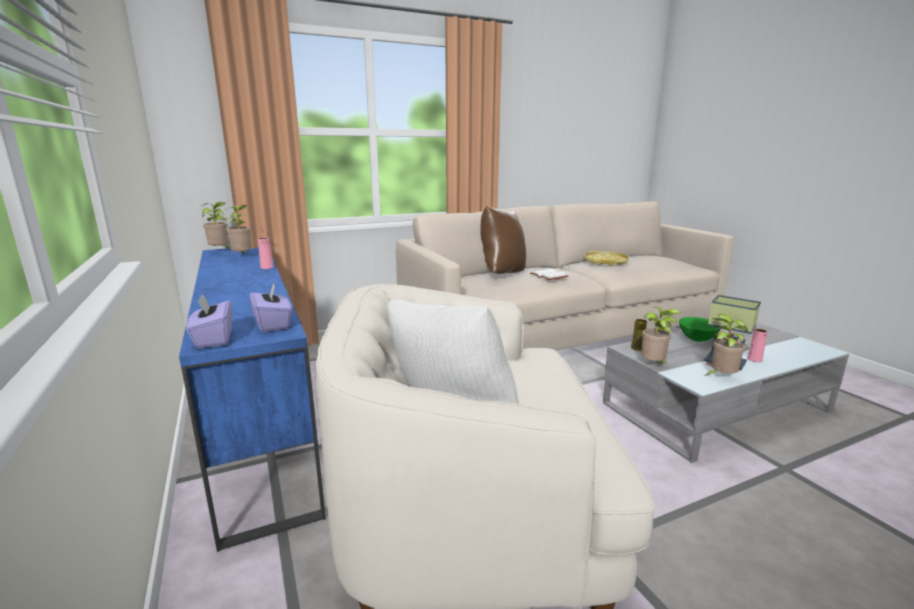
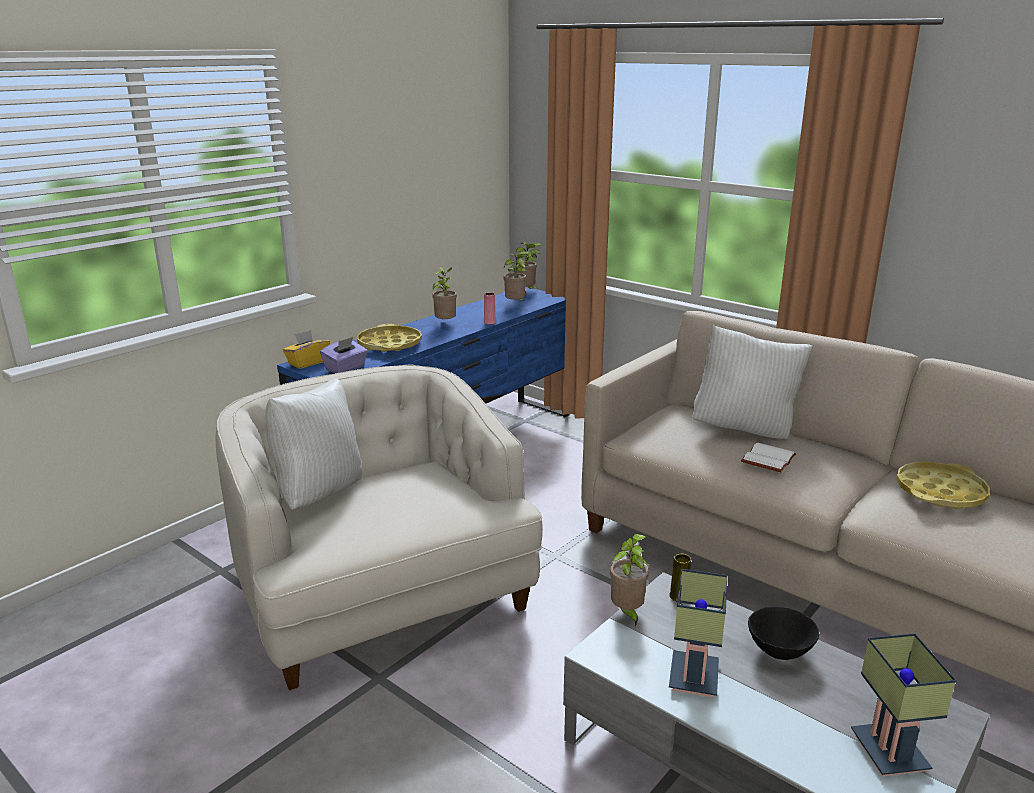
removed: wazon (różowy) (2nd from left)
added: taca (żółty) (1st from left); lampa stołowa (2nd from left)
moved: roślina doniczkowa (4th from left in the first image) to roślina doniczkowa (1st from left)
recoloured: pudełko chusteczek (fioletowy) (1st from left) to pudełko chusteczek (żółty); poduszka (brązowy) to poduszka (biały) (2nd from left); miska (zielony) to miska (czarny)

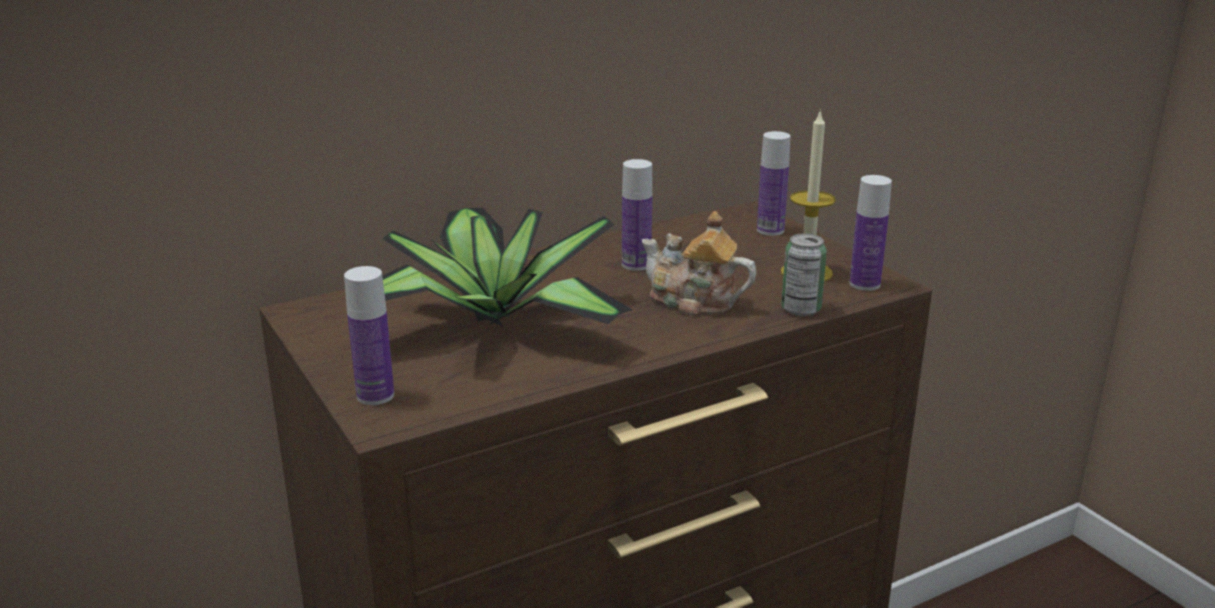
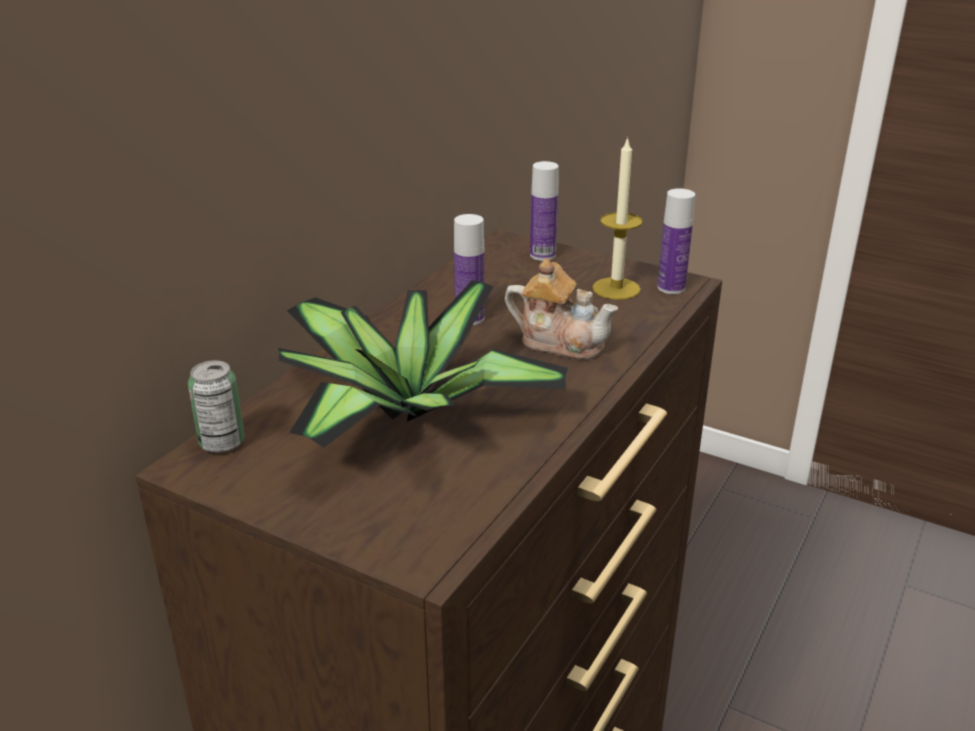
removed: butelka (1st from left)
moved: puszka
turned: imbryk 150 degrees counterclockwise

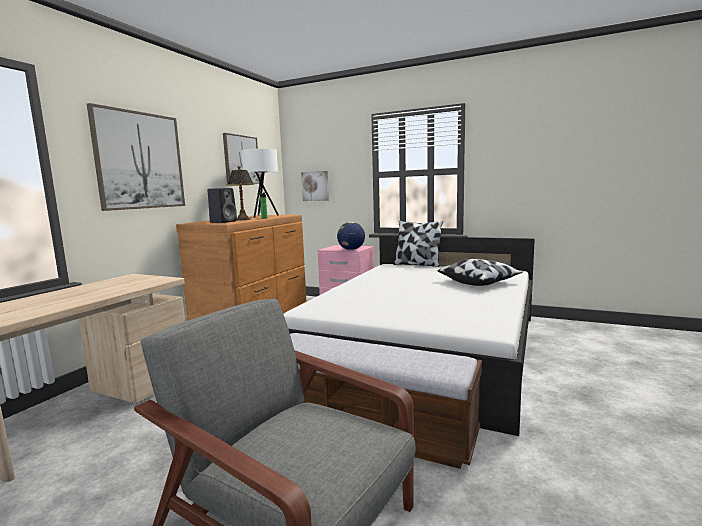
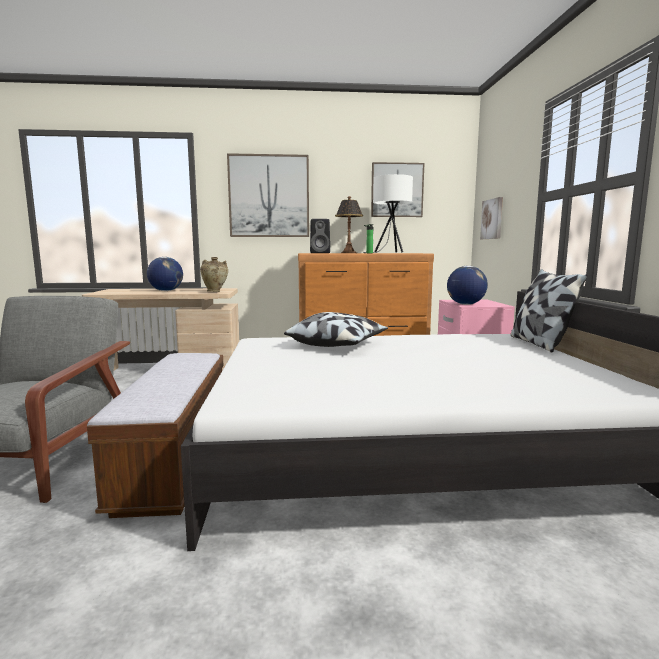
added: globus (1st from left); wazon (beżowy)
moved: poduszka (2nd from left in the first image) to poduszka (1st from left)

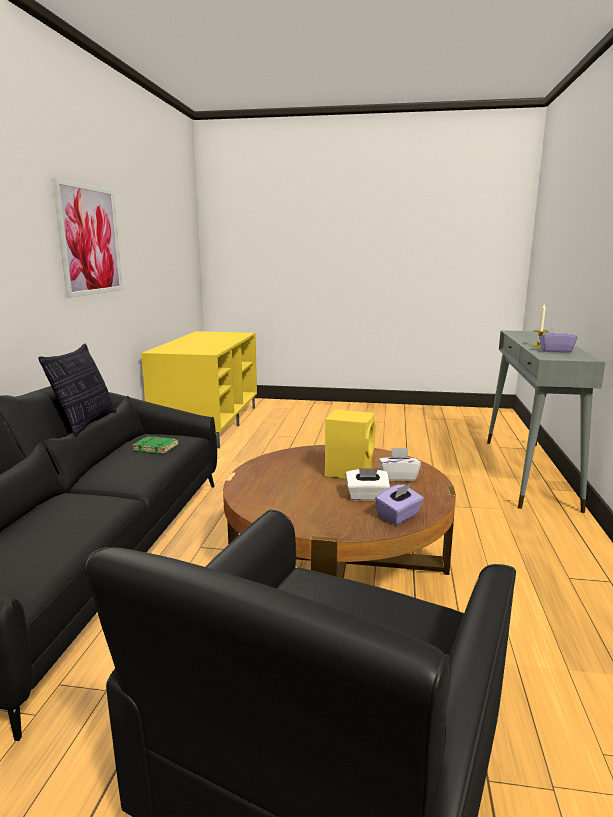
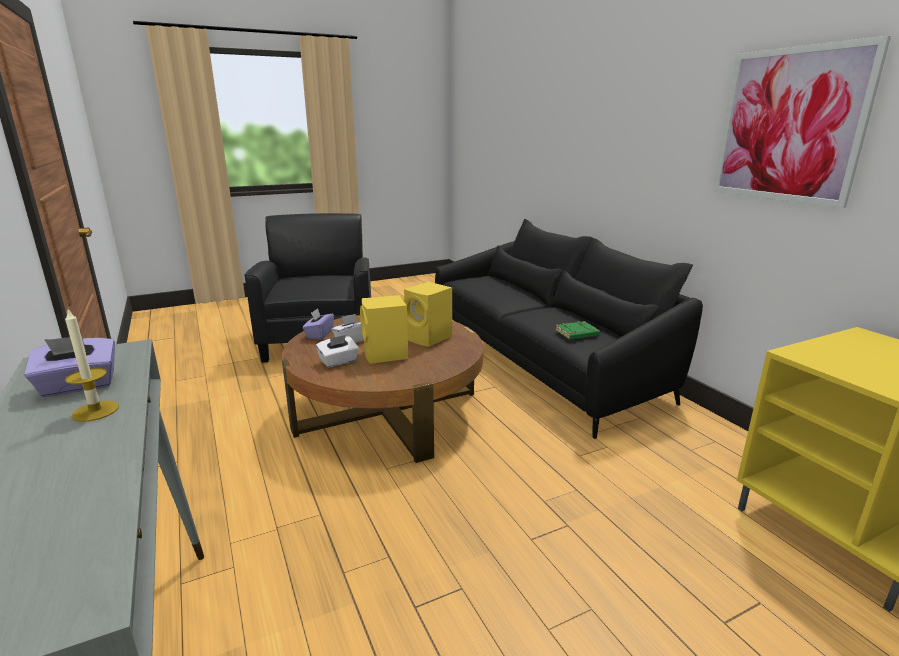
removed: poduszka
added: głośnik (żółty) (2nd from left)

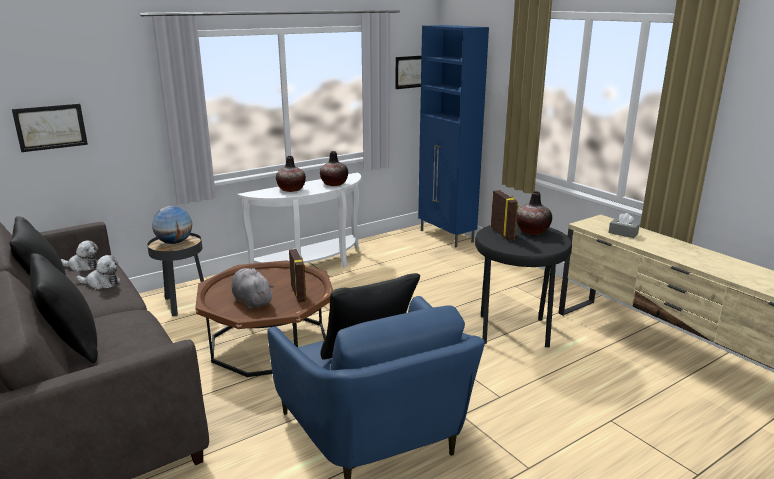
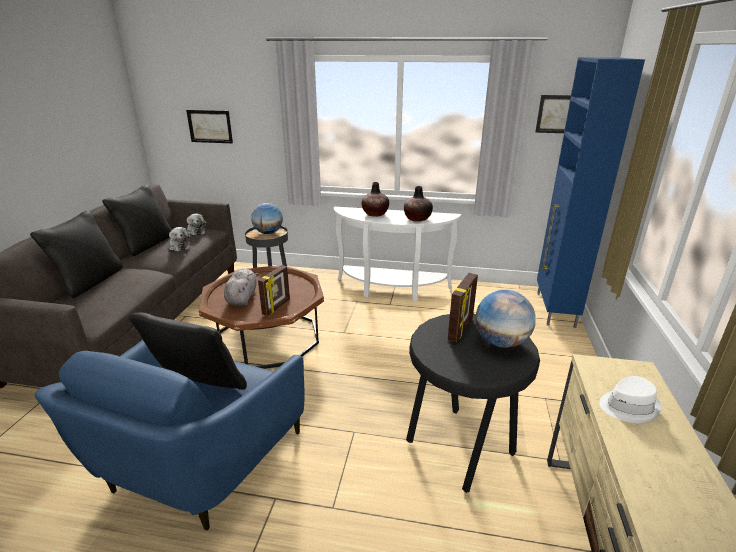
replaced: wazon (3rd from left) to globus (2nd from left); pudełko chusteczek (szary) to kapelusz (biały)

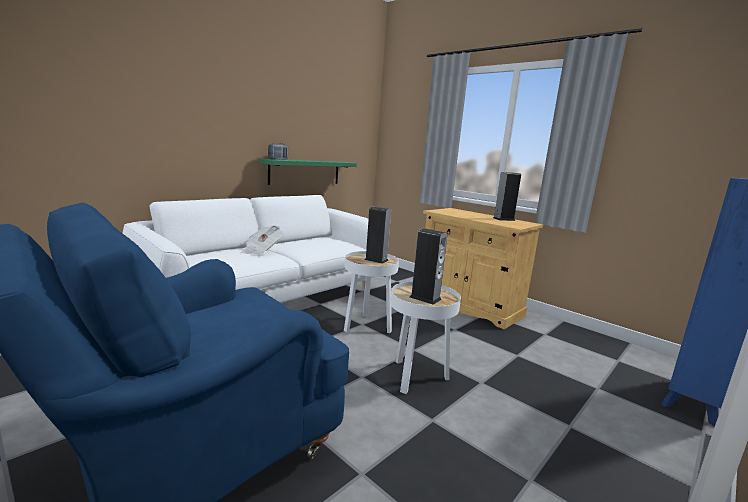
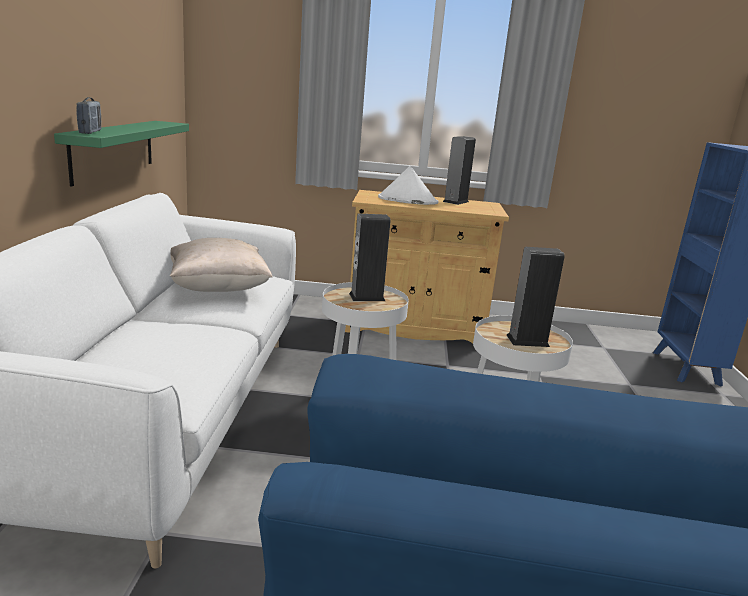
removed: gazeta
added: poduszka (beżowy); kapelusz (biały)

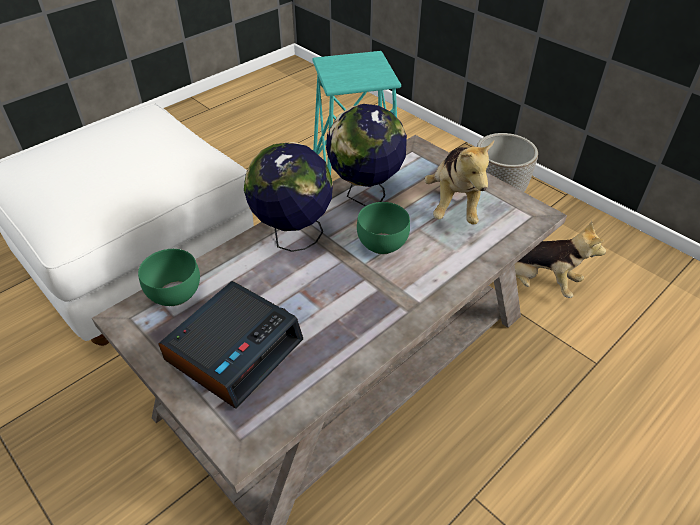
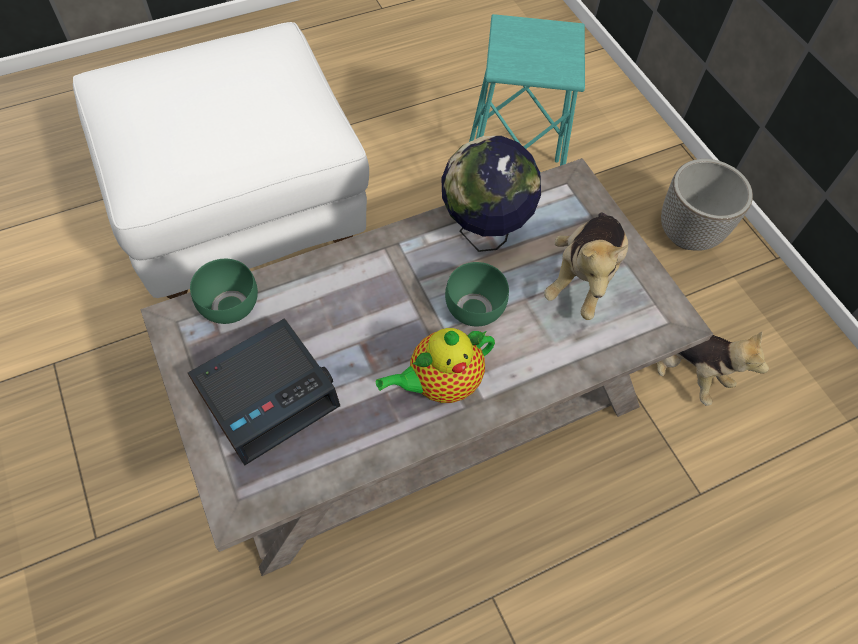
removed: globus (1st from left)
added: imbryk

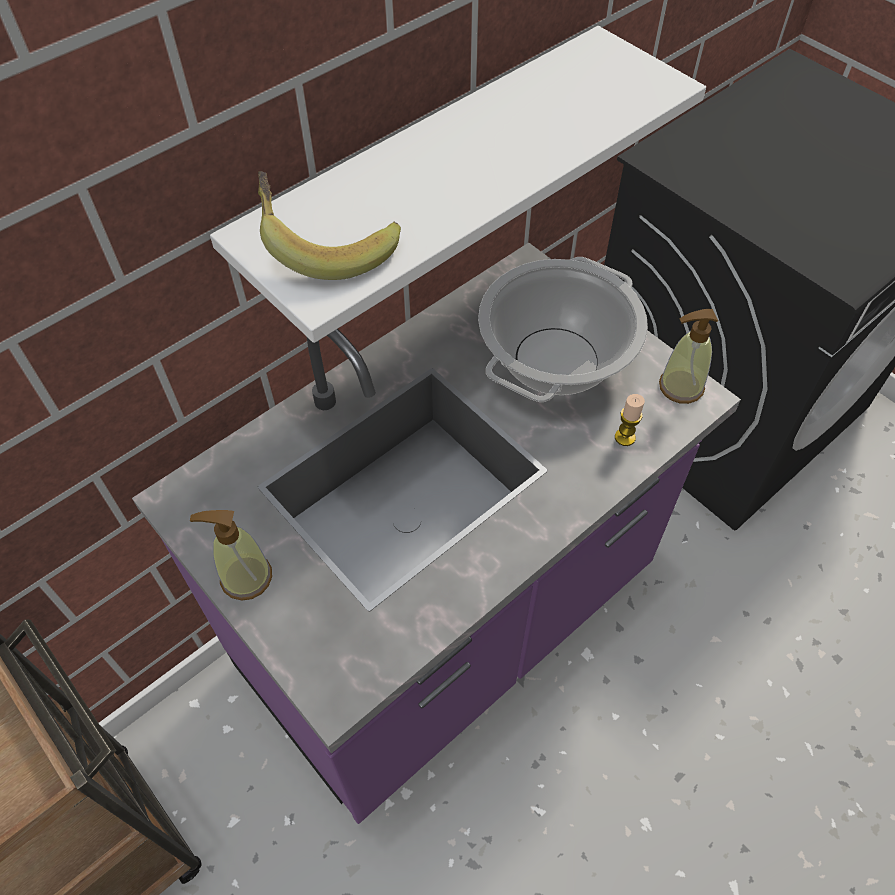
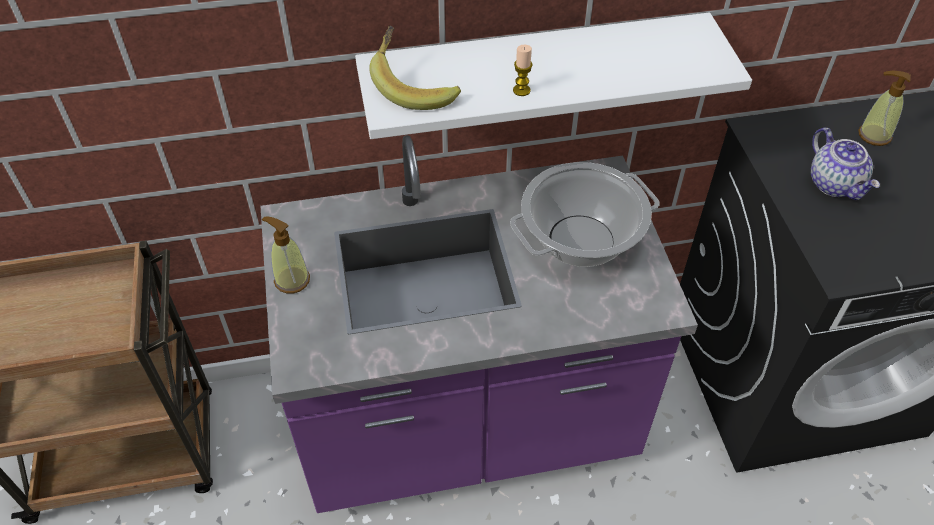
added: imbryk
moved: świeca; dozownik mydła (2nd from left)

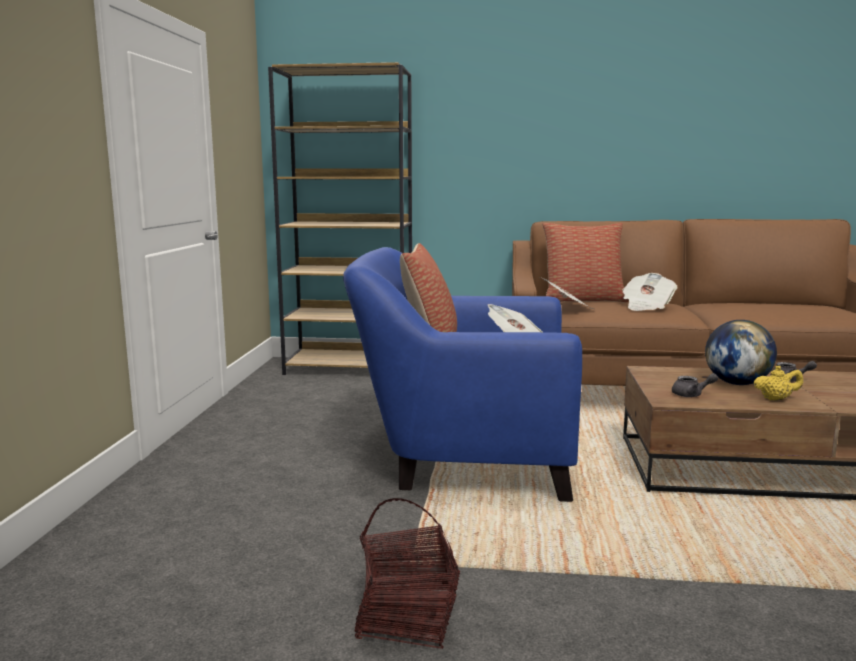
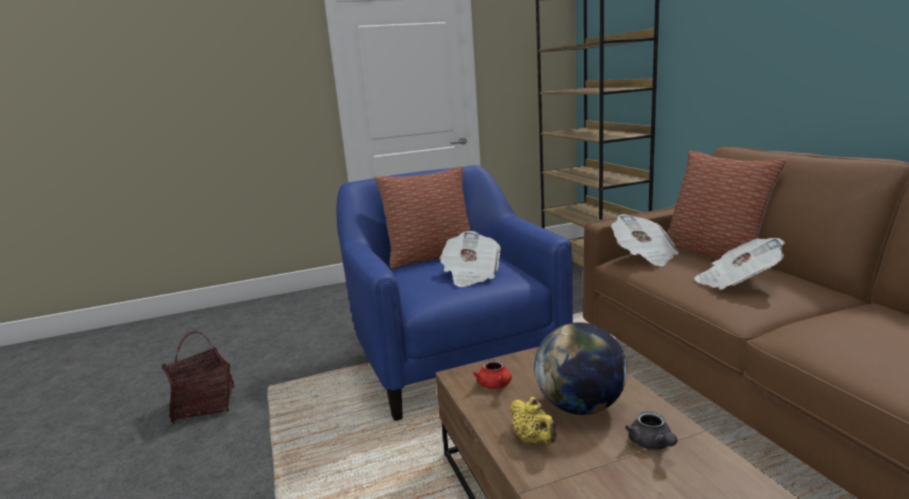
recoloured: imbryk (szary) (1st from left) to imbryk (czerwony)

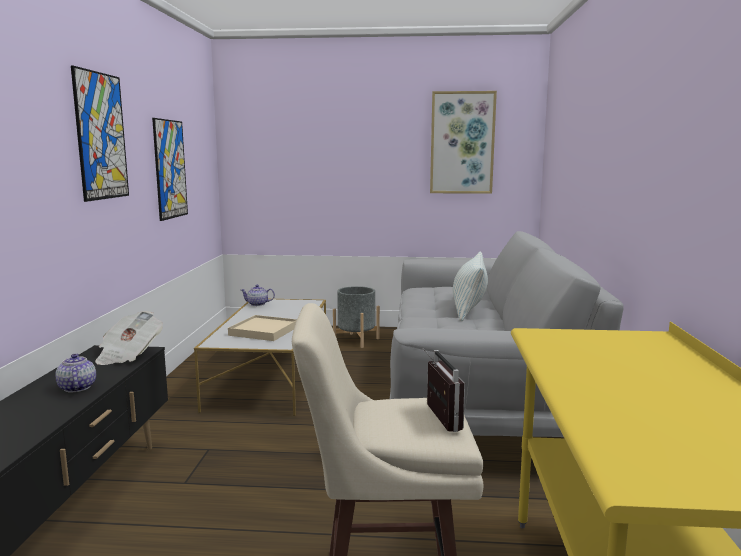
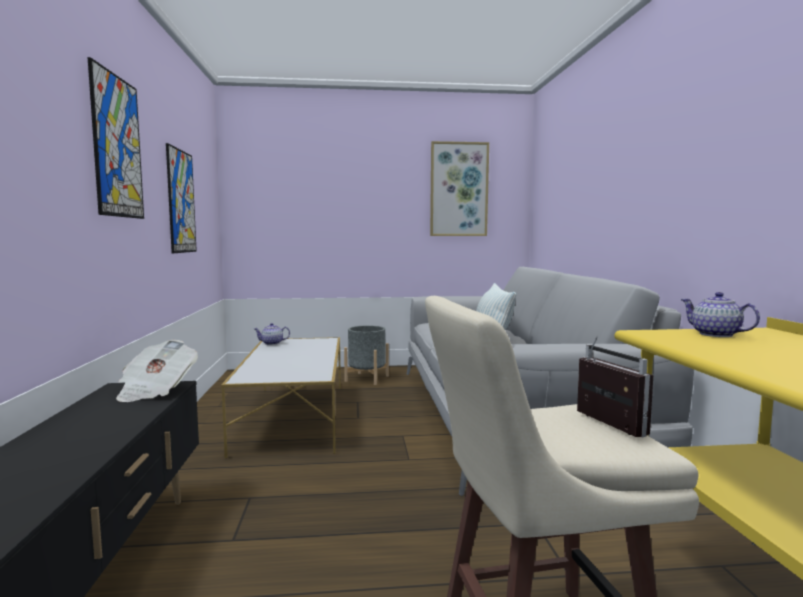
removed: taca (beżowy)
moved: imbryk (1st from left in the first image) to imbryk (2nd from left)

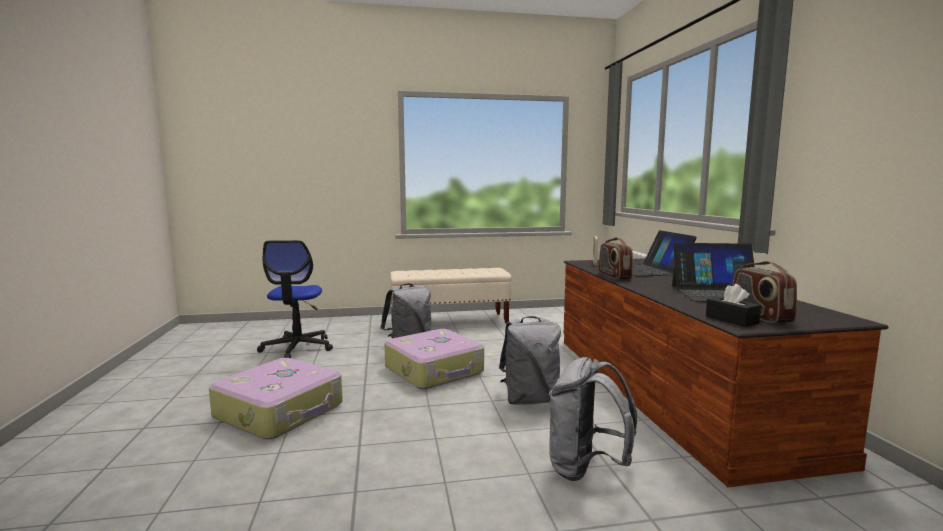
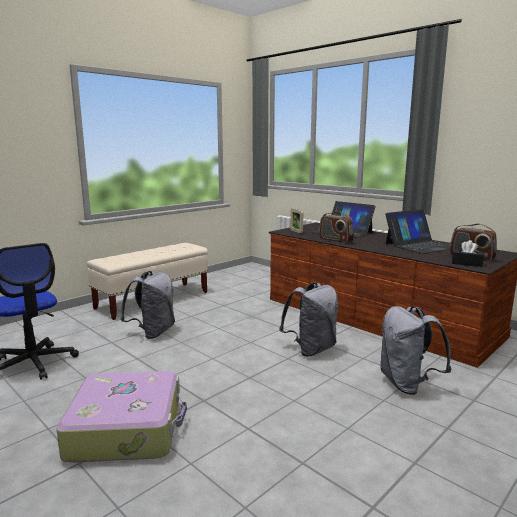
removed: walizka (2nd from left)

